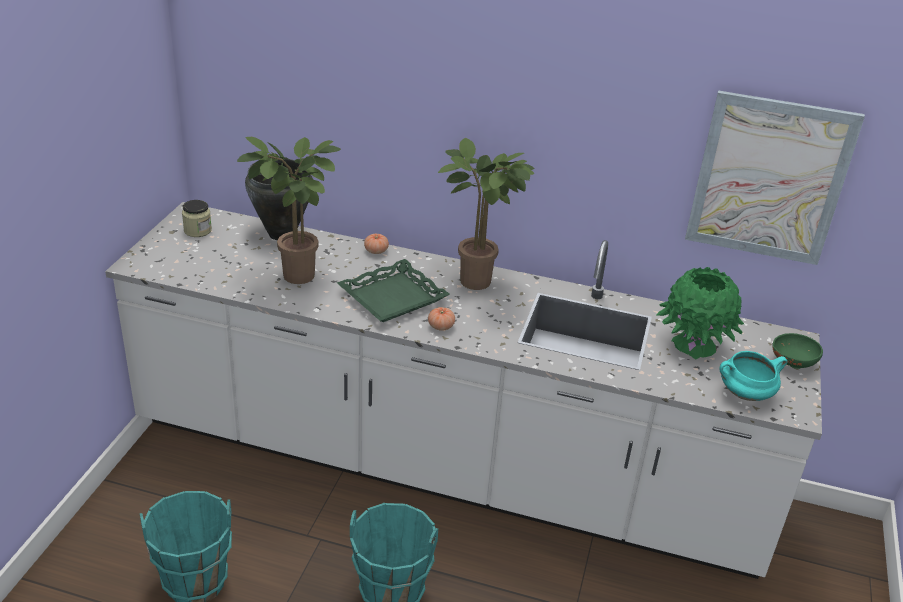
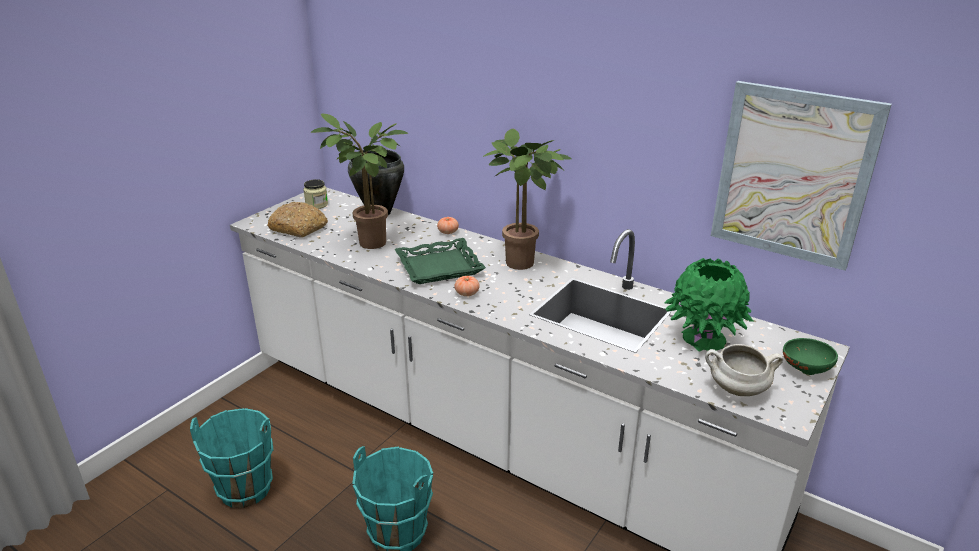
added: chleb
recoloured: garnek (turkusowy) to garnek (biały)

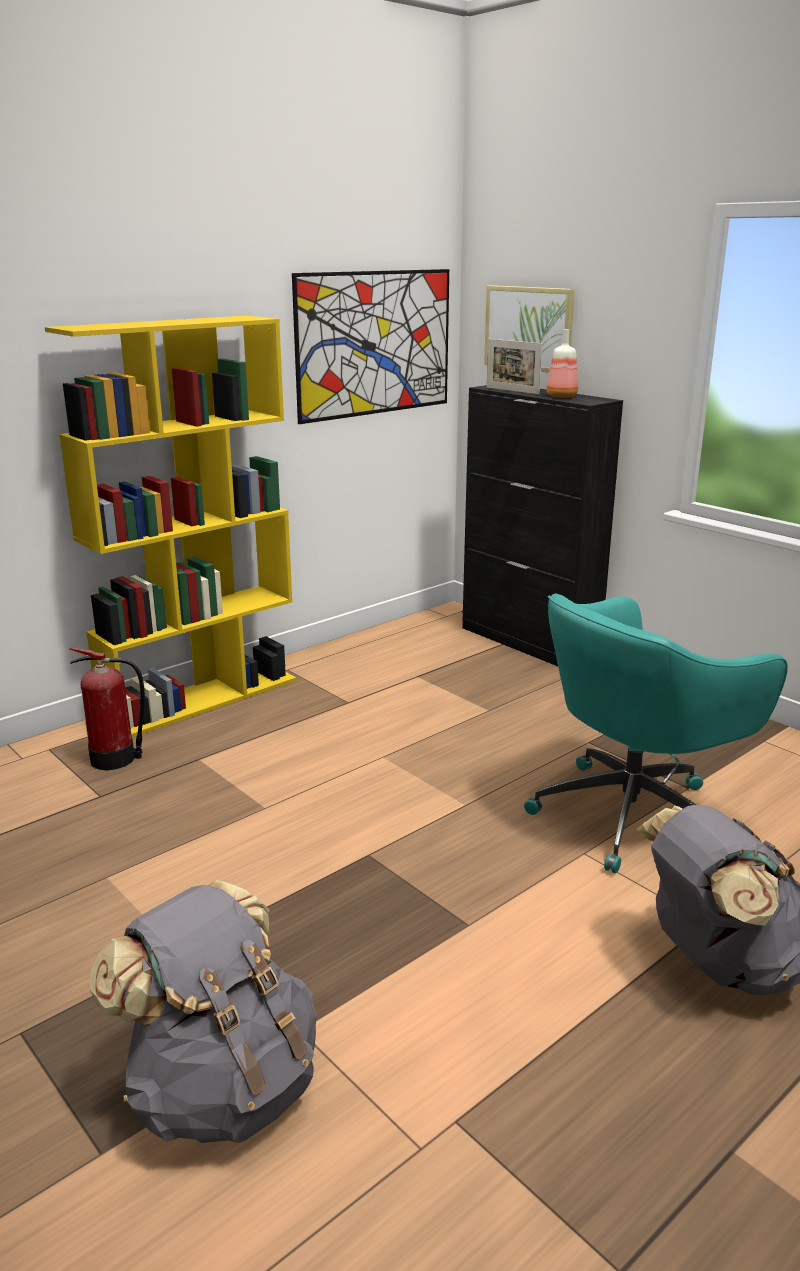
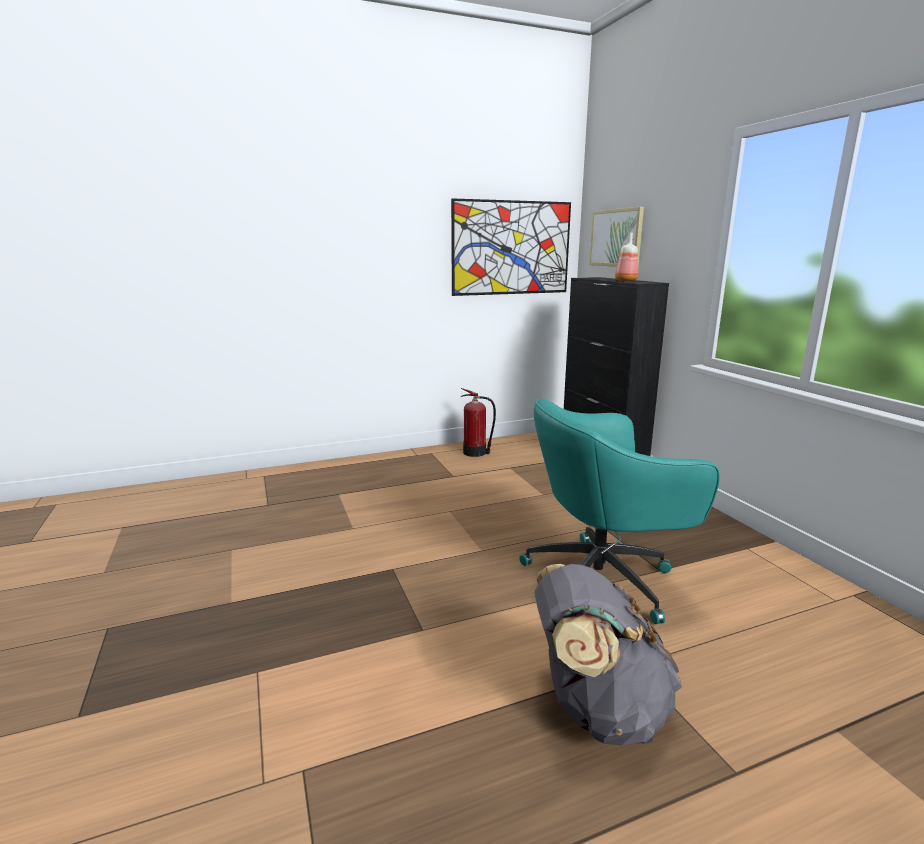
removed: regał (żółty); plecak (szary) (1st from left); ramka na zdjęcie
moved: gaśnica

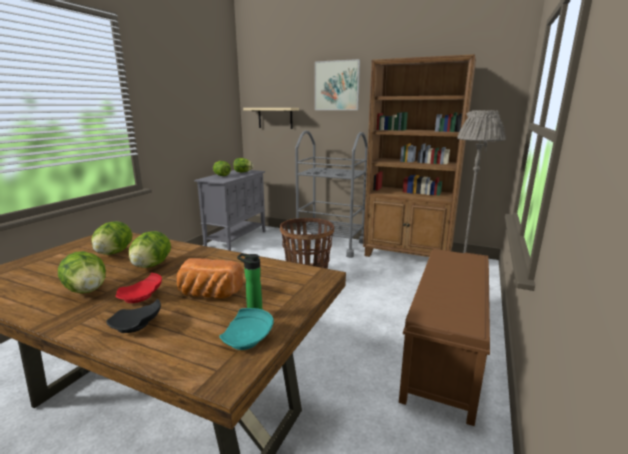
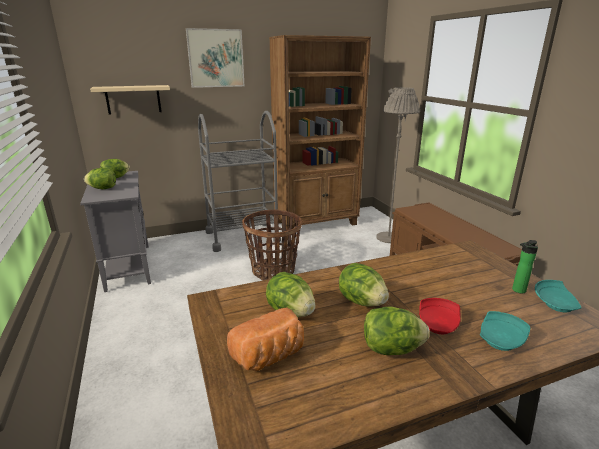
moved: chleb
recoloured: talerz (czarny) to talerz (turkusowy) (1st from left)

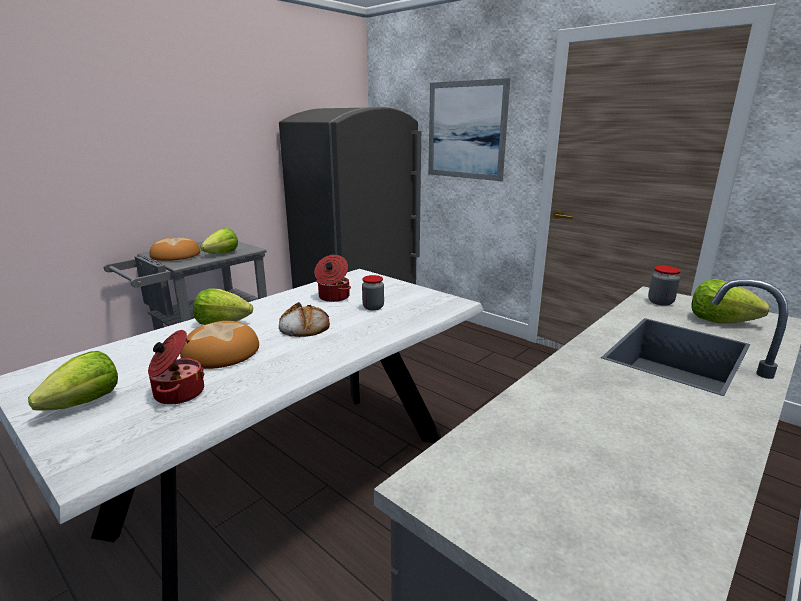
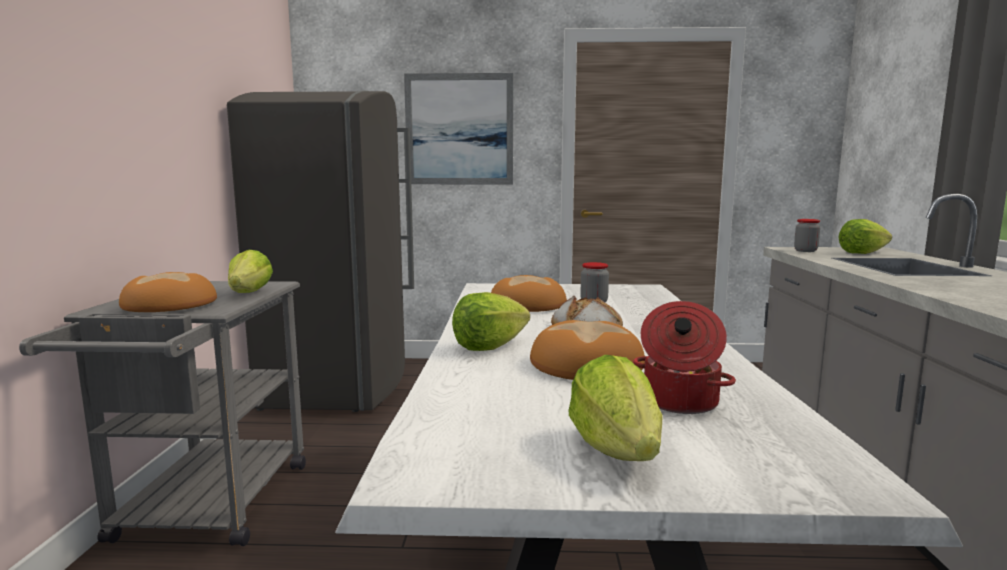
replaced: garnek (2nd from left) to chleb (2nd from left)

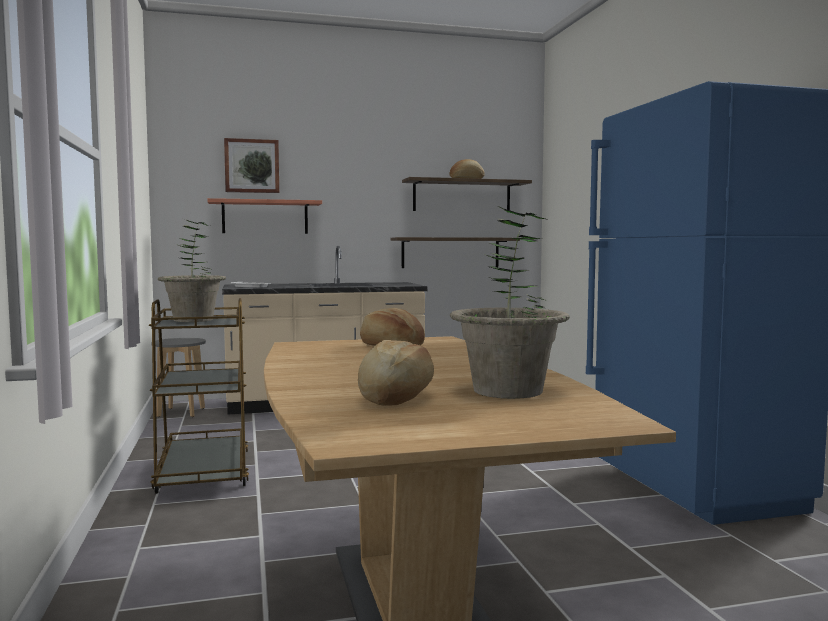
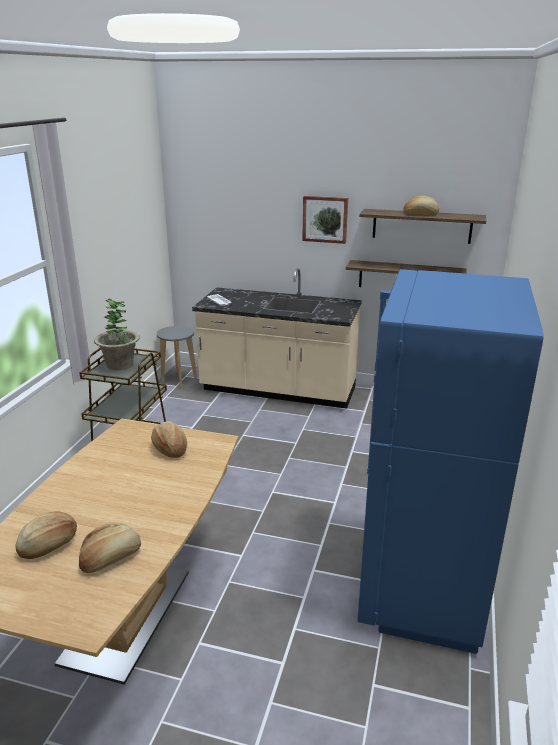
removed: półka (1st from left)
moved: obraz
replaced: roślina doniczkowa (2nd from left) to chleb (2nd from left)

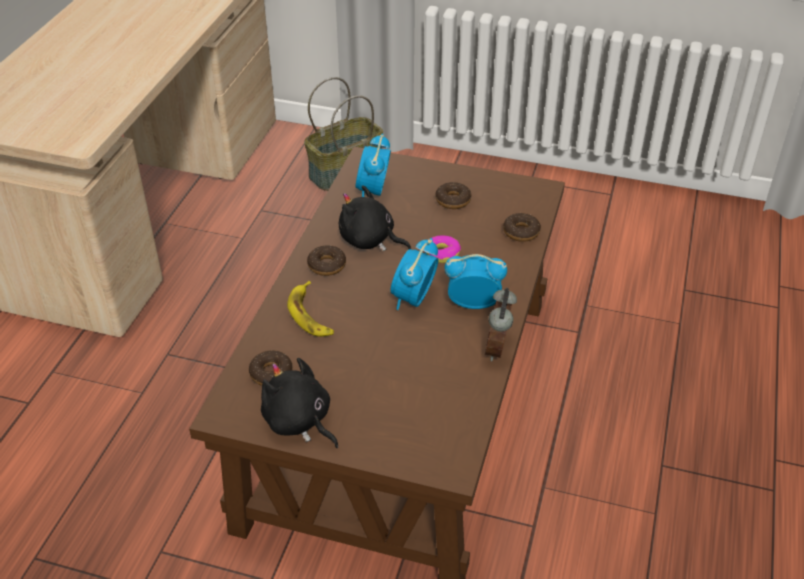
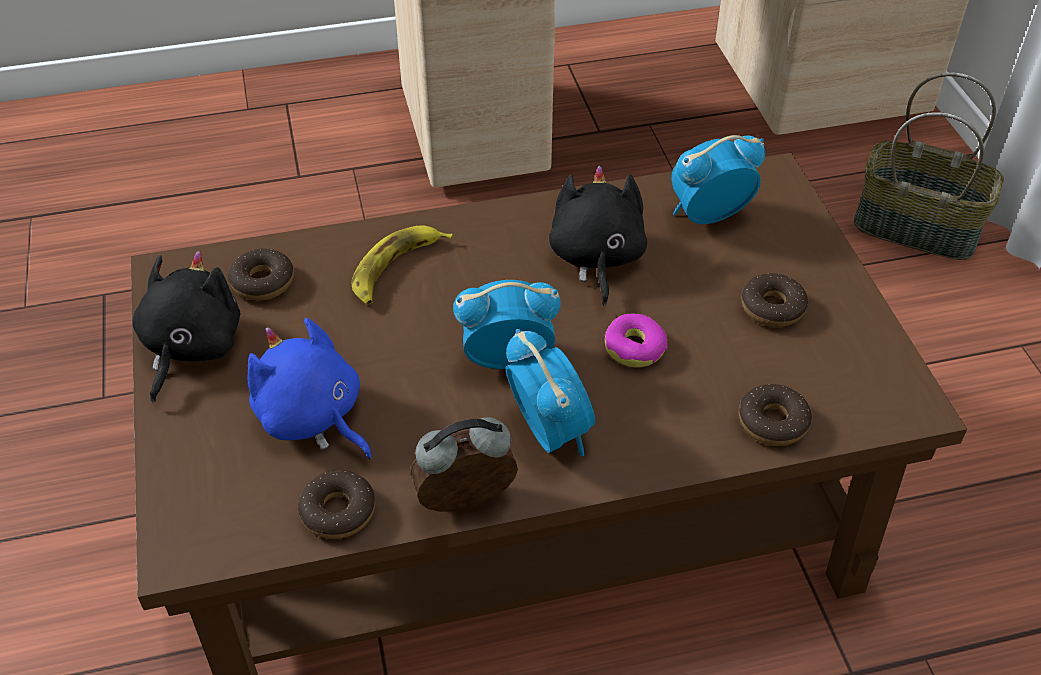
added: pluszak (niebieski)
moved: donut (2nd from left)

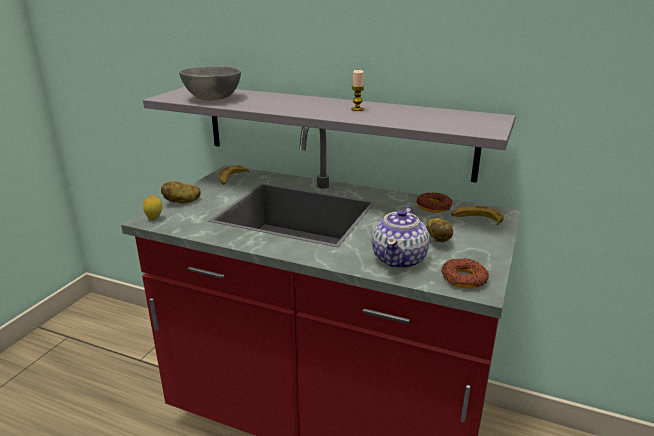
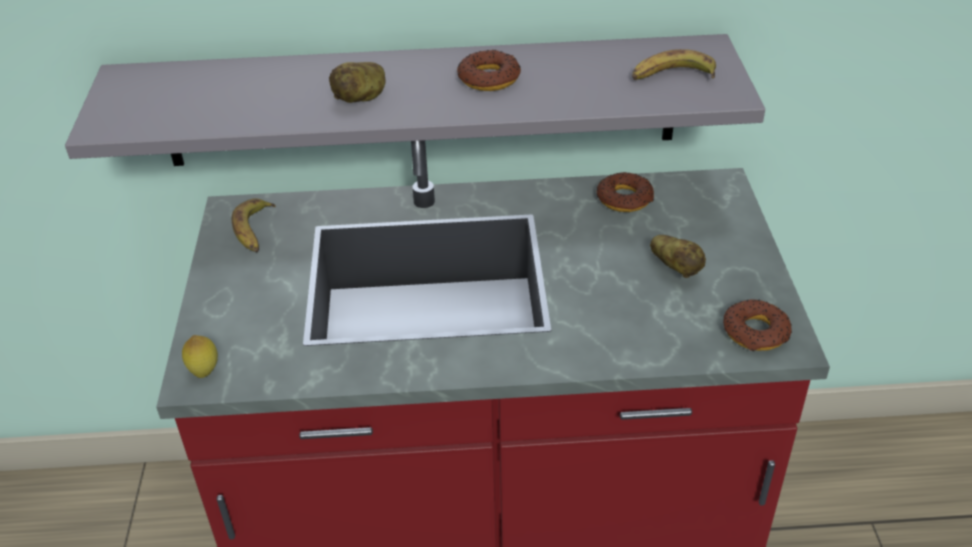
removed: miska (szary); imbryk
moved: ziemniak (1st from left); banan (2nd from left)
replaced: świeca to donut (1st from left)

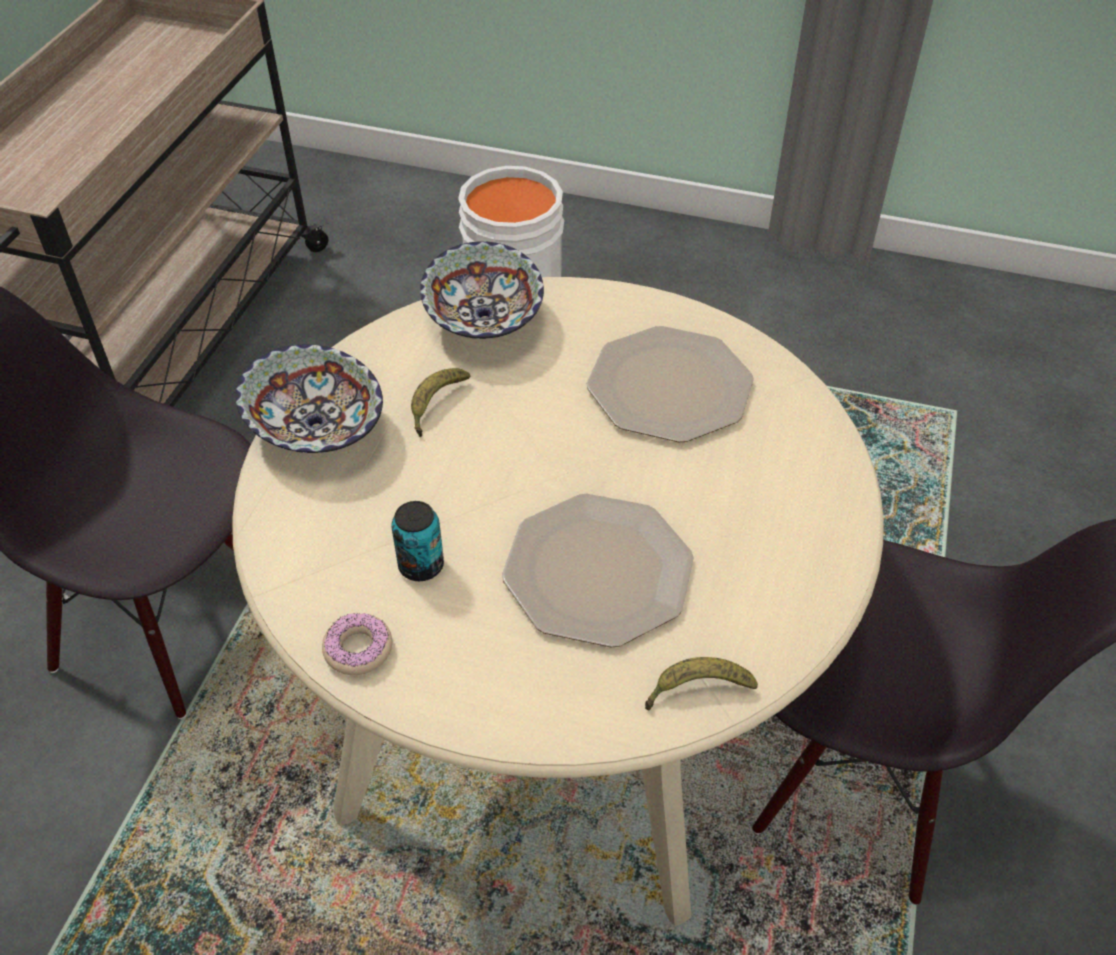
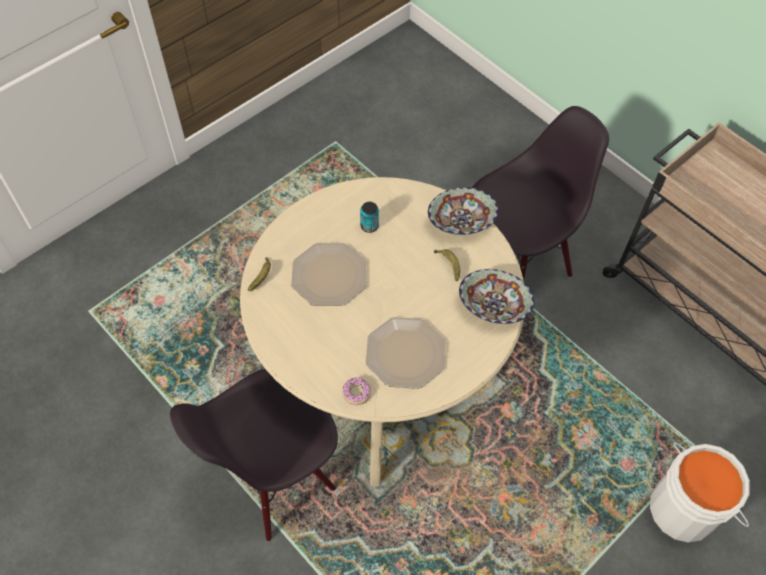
moved: donut

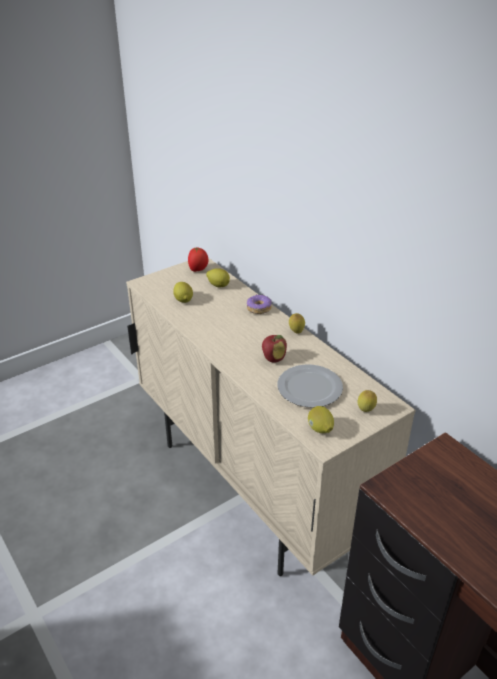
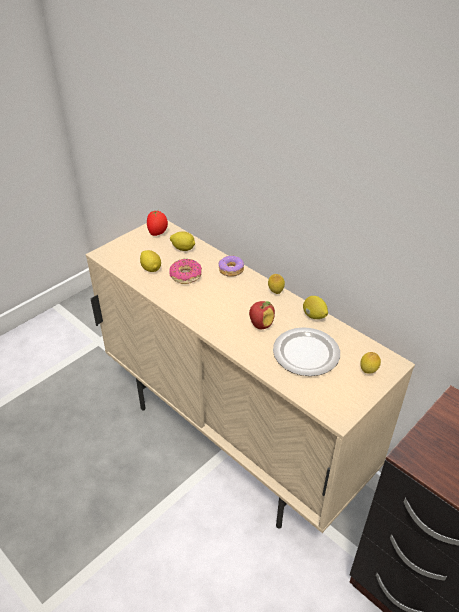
added: donut (1st from left)
moved: cytryna (4th from left)

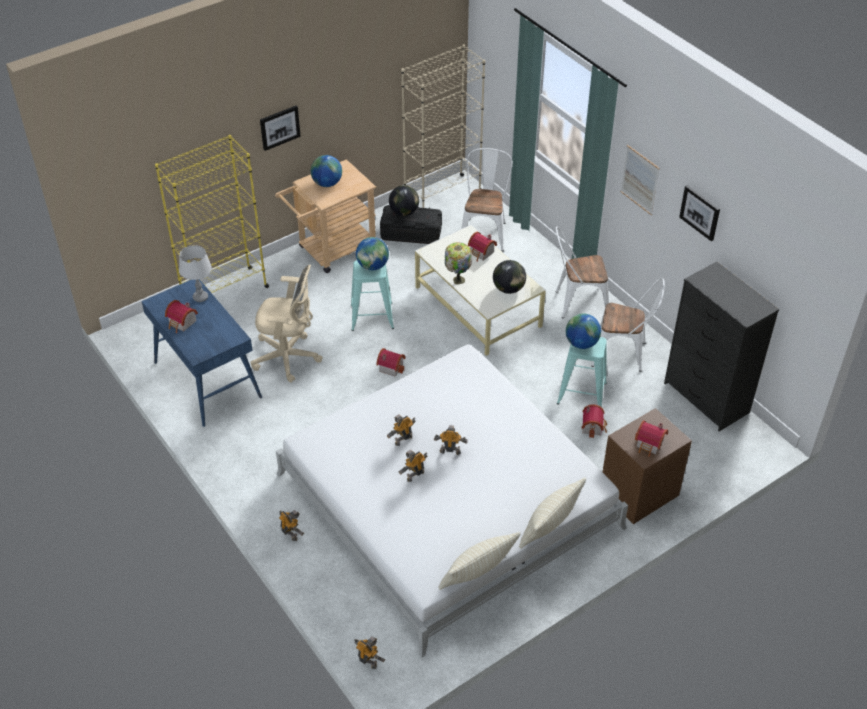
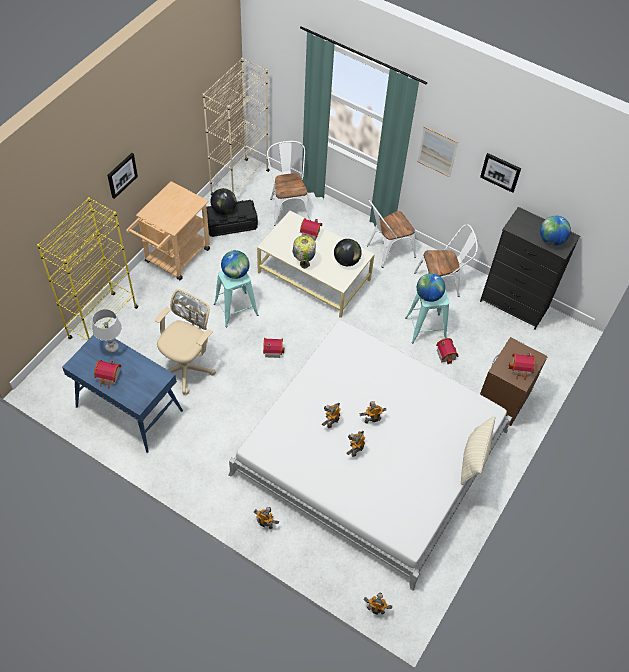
removed: poduszka (beżowy) (1st from left)
moved: globus (1st from left in the first image) to globus (5th from left)
turned: krzesło biurowe (beżowy) 45 degrees counterclockwise

